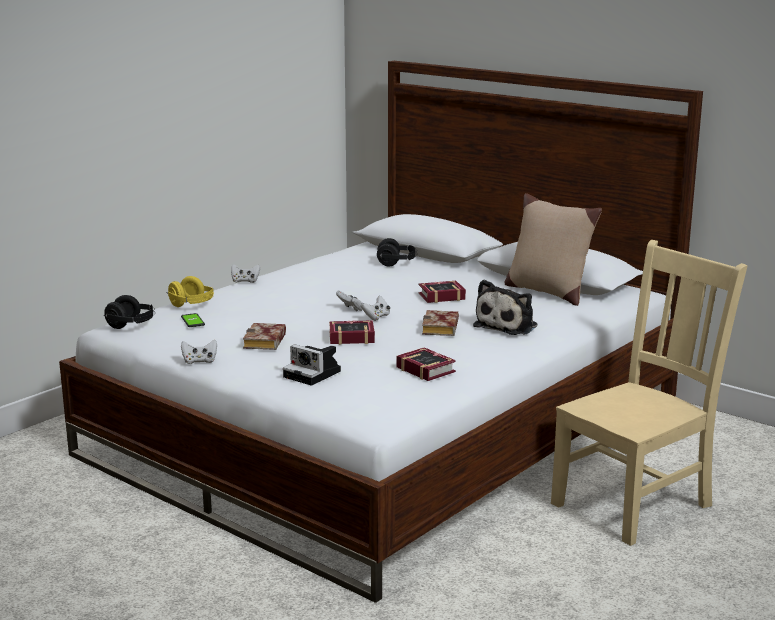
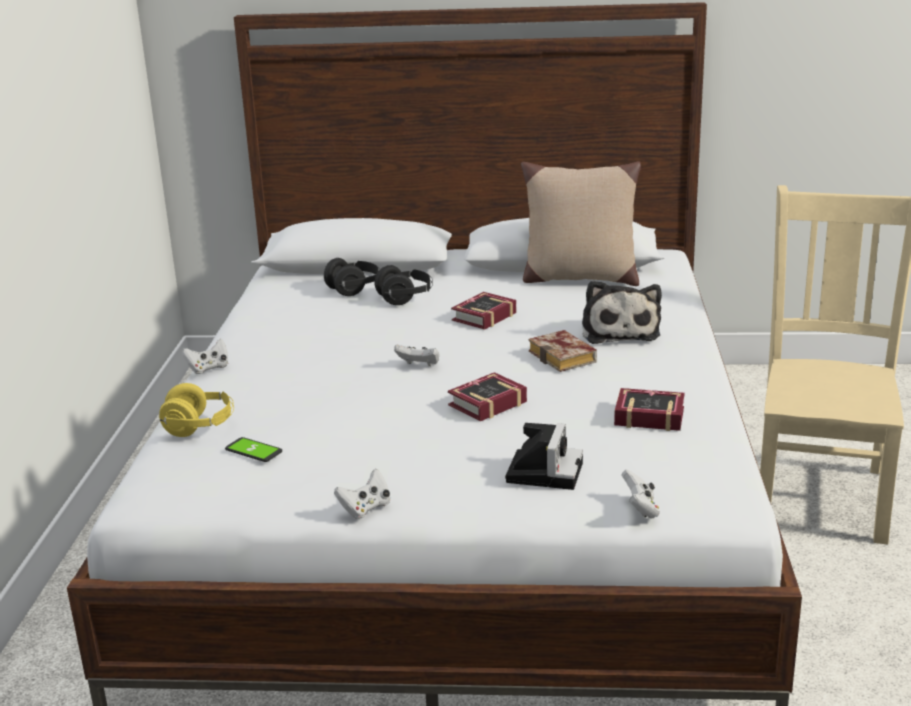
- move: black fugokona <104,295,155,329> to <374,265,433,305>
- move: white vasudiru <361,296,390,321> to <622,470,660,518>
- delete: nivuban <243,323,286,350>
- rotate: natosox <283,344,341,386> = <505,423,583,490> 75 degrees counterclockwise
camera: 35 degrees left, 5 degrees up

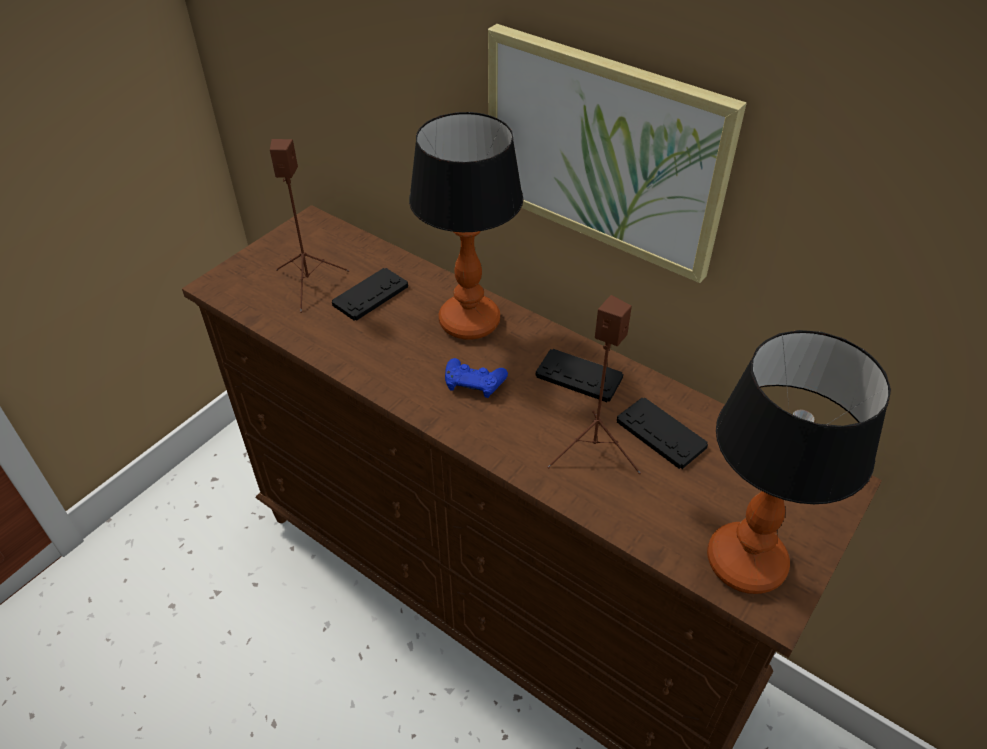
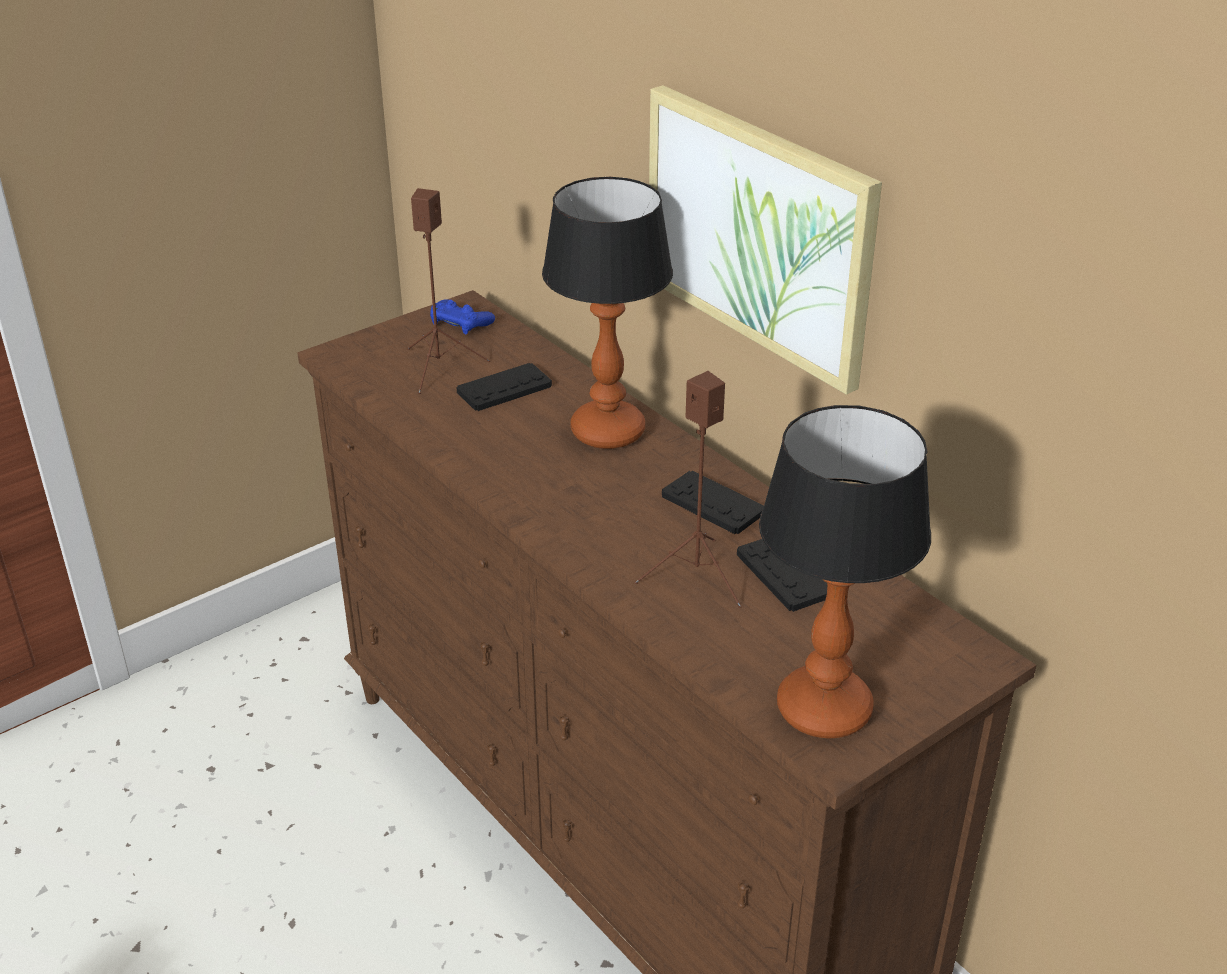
- move: blue vasudiru <445,358,508,398> to <430,299,495,334>
camera: 15 degrees right, 10 degrees down

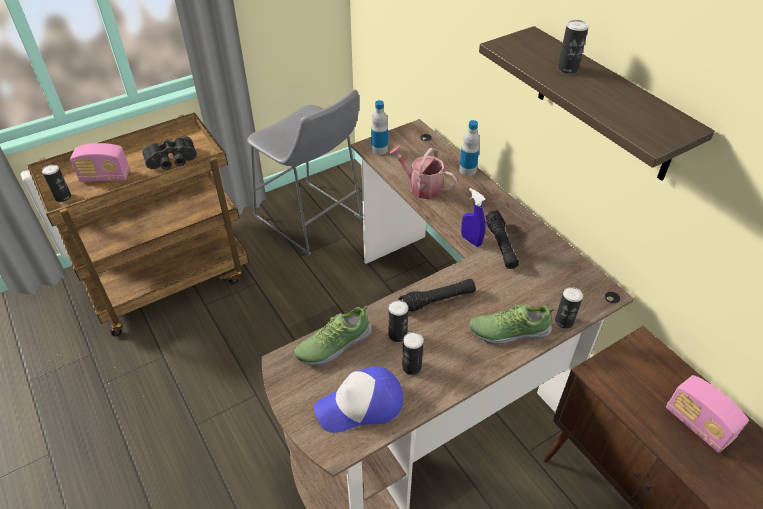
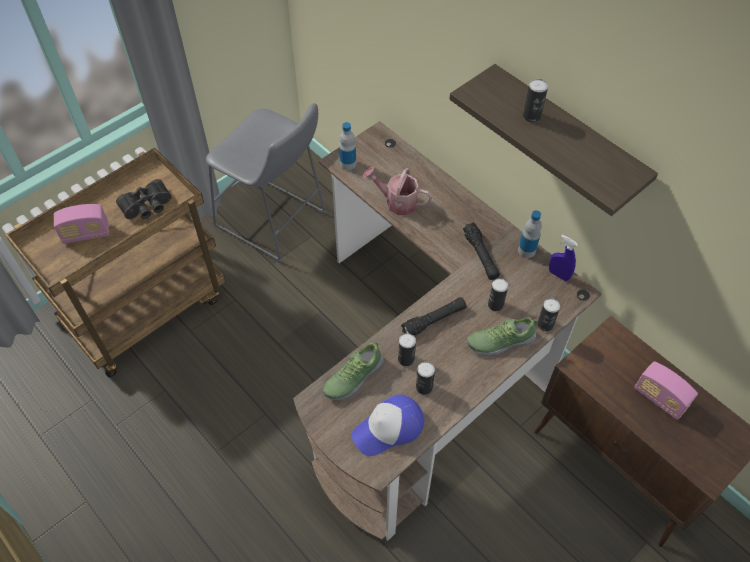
- move: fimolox <459,120,480,176> to <518,210,542,258>
- move: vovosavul <42,164,71,202> to <488,278,508,311>
- move: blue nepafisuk <461,188,486,247> to <549,235,578,281>
camera: 10 degrees left, 10 degrees up

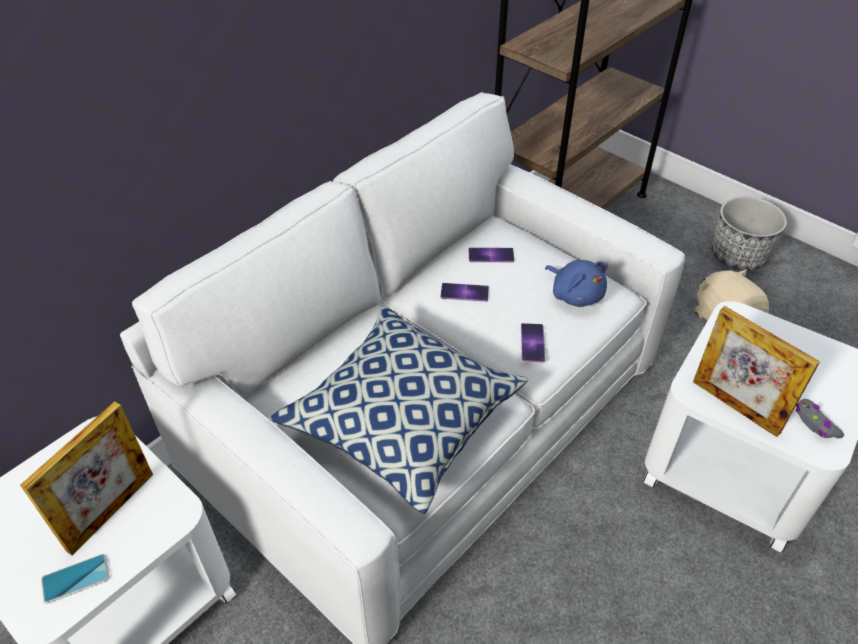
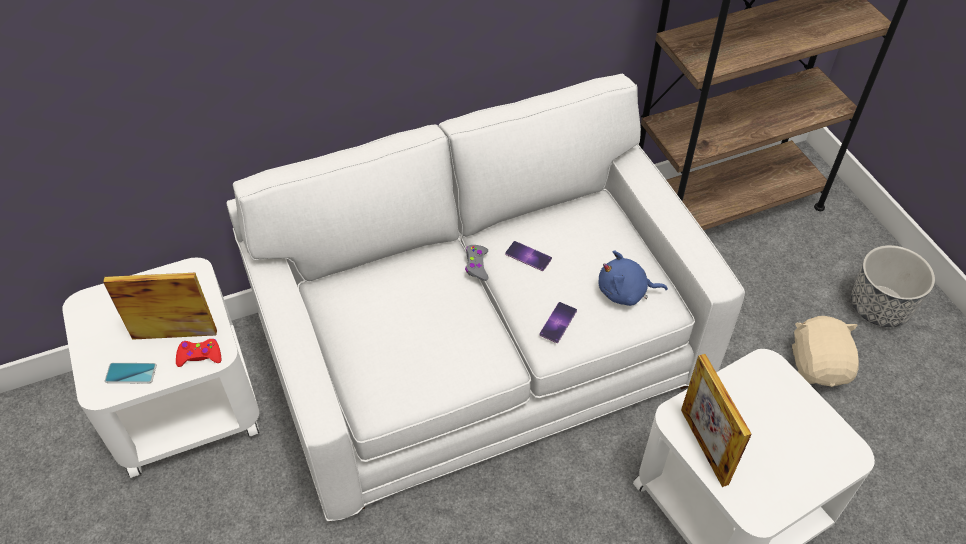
- delete: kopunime <469,247,514,262>
- rotate: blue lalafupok <545,260,608,307> = <598,250,668,306> 105 degrees clockwise
- delete: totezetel <270,306,528,514>
- move: grey vasudiru <796,399,844,438> to <465,245,488,281>
- rotate: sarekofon <20,401,153,556> = <103,273,217,340> 150 degrees counterclockwise
- insert: red vasudiru <176,339,221,367>
camera: 25 degrees right, 5 degrees up

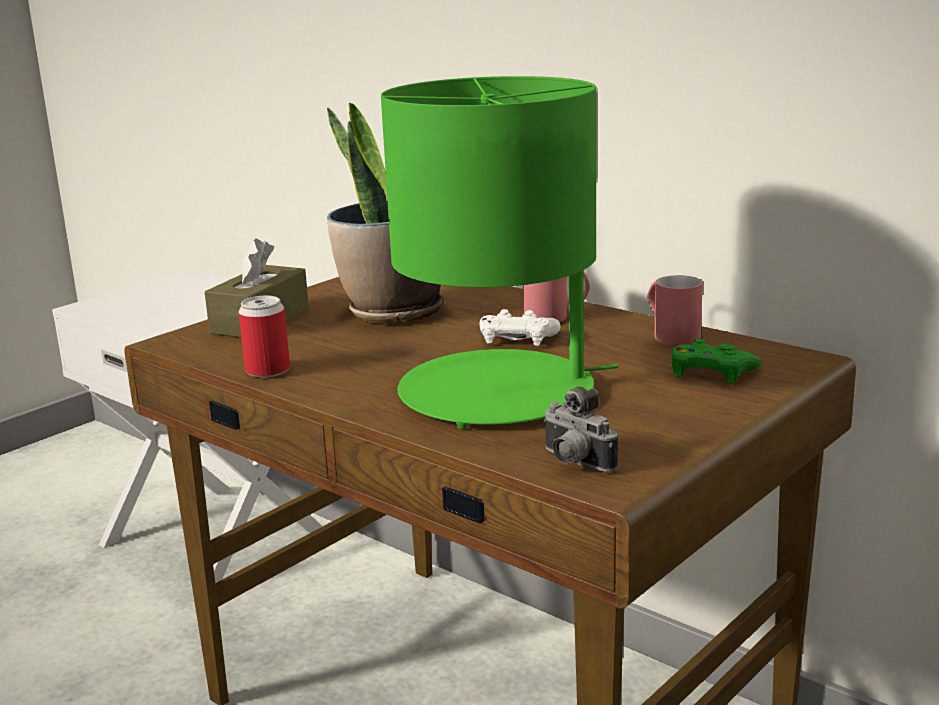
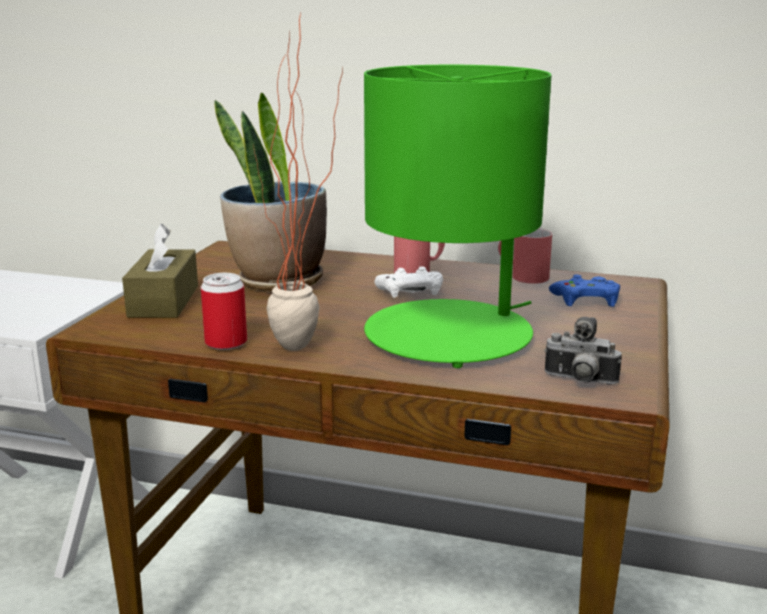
- recolor: green vasudiru <671,339,761,384> to blue vasudiru <549,275,620,307>
- insert: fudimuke <254,13,343,351>
camera: 25 degrees left, 0 degrees up

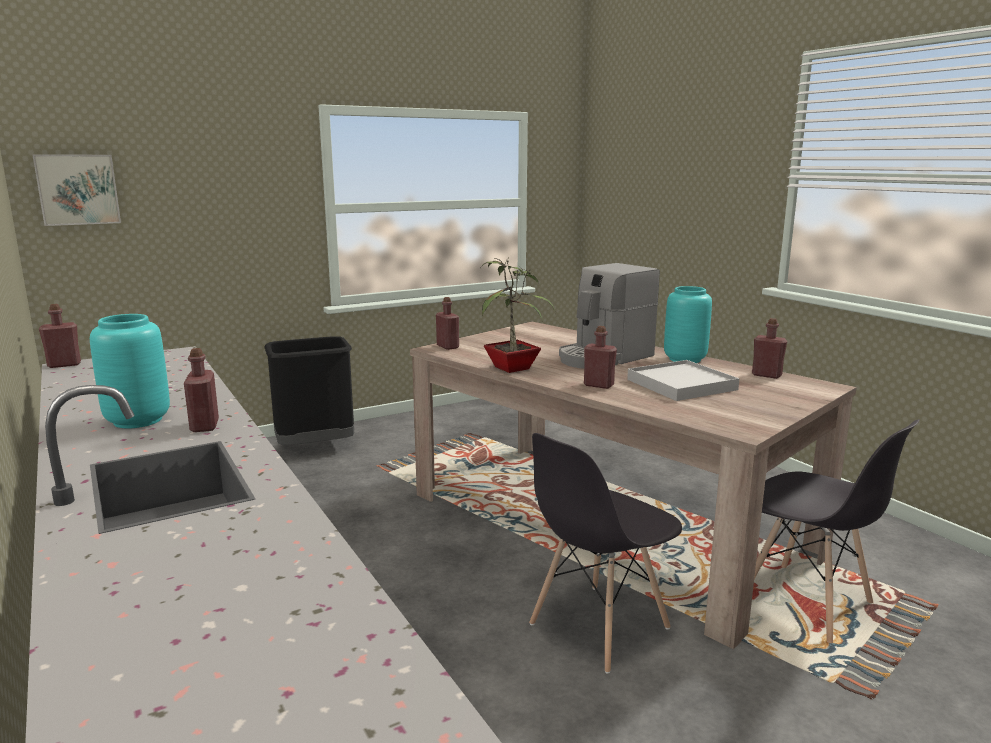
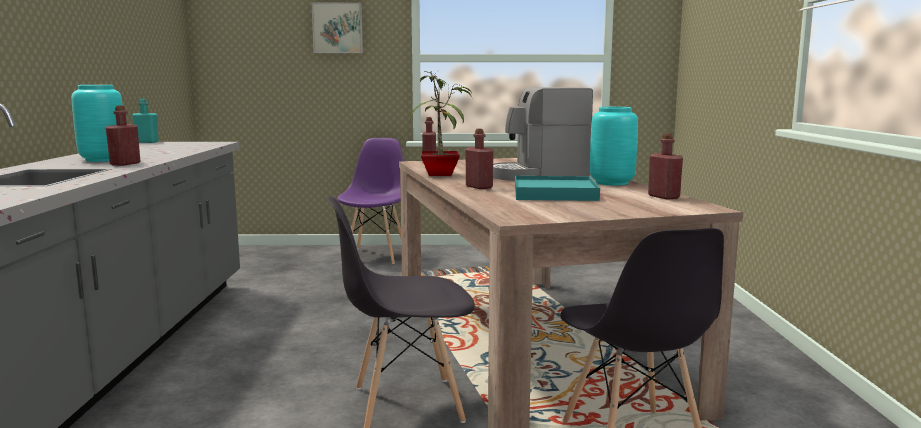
- move: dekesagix <32,154,121,226> to <312,3,363,53>
- recolor: red fimolox <39,304,81,368> to turquoise fimolox <132,99,159,143>
- replace: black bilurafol <264,336,354,445> to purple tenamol <337,138,403,264>
- recolor: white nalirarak <627,360,740,401> to turquoise nalirarak <515,176,600,201>
camera: 30 degrees right, 5 degrees down

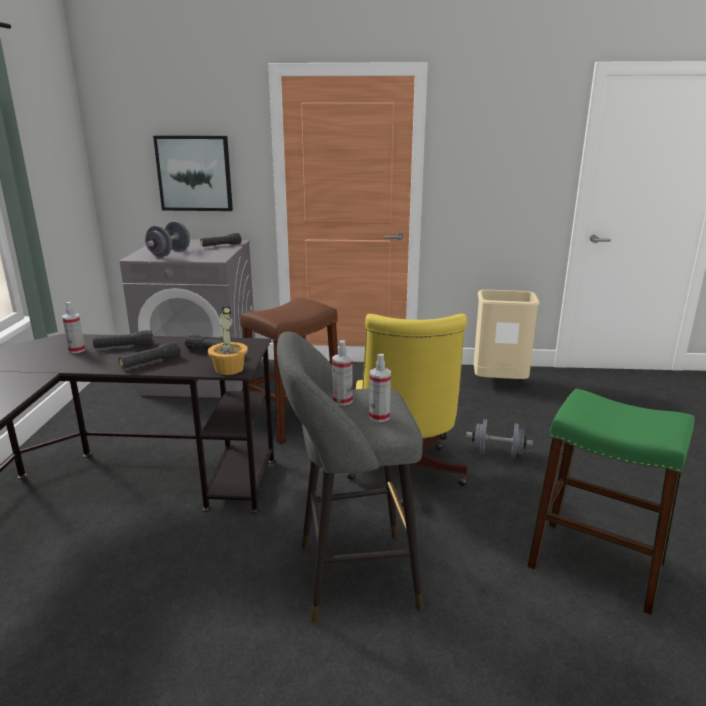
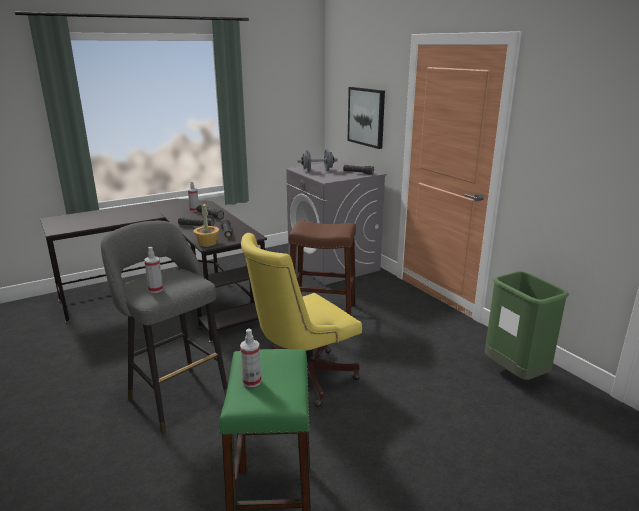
- recolor: beige bilurafol <474,290,540,379> to green bilurafol <485,271,569,380>
- move: nepafisuk <332,340,353,406> to <240,329,261,387>
- delete: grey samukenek <466,419,533,459>
camera: 55 degrees right, 0 degrees up

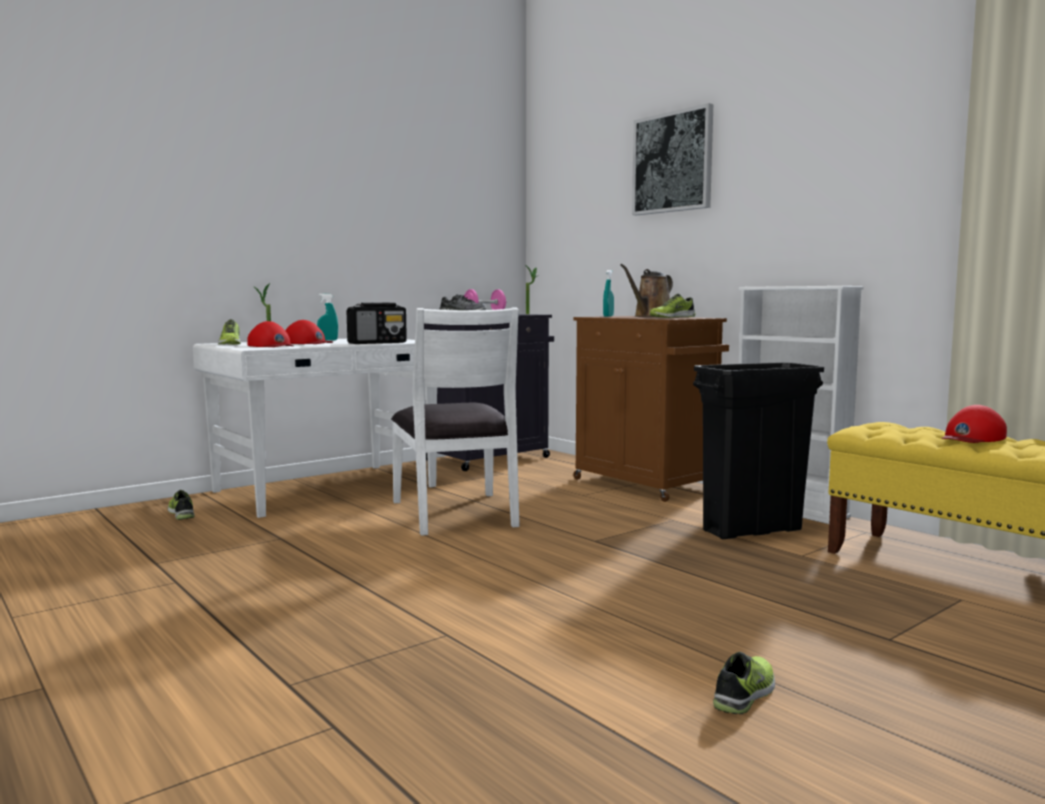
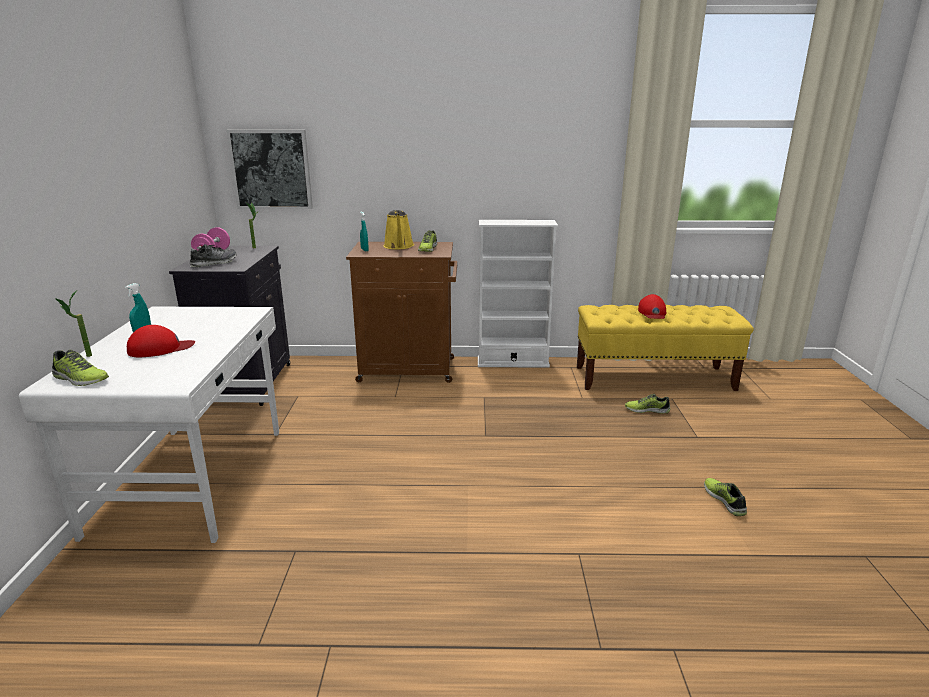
- move: dekesagix <632,103,713,215> to <226,130,313,209>
- recolor: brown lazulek <620,264,673,317> to yellow lazulek <384,210,414,249>
- delete: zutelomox <347,303,407,344>
- delete: white tenamol <391,308,520,536>
- delete: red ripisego <247,321,294,347>
- delete: black bilurafol <693,362,824,539>
- move: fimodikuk <168,490,195,520> to <625,394,670,414>
camera: 50 degrees left, 15 degrees up

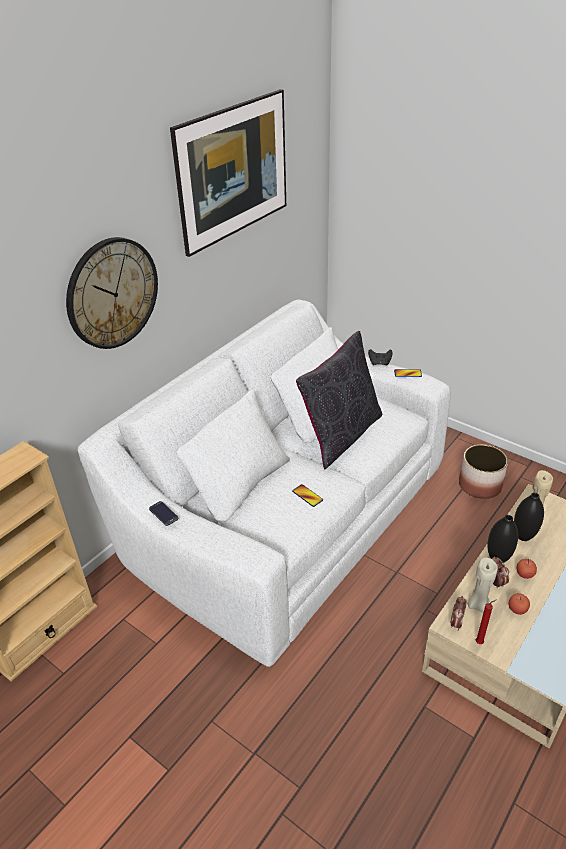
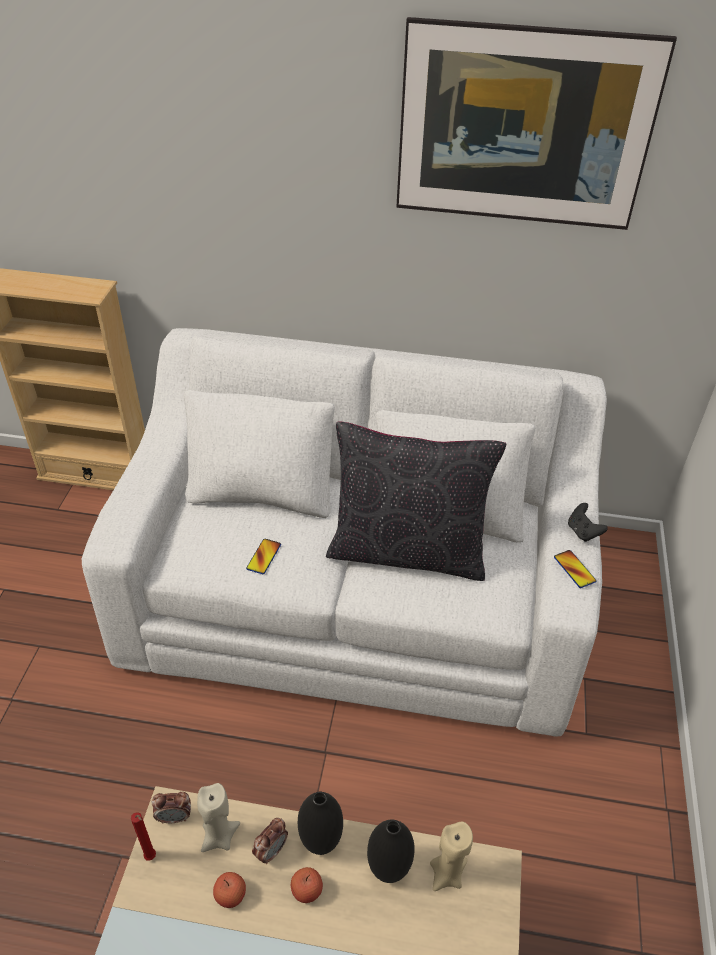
- delete: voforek <66,237,158,349>
- delete: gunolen <459,444,508,499>
- delete: kopunime <149,501,179,526>
camera: 60 degrees right, 5 degrees up

